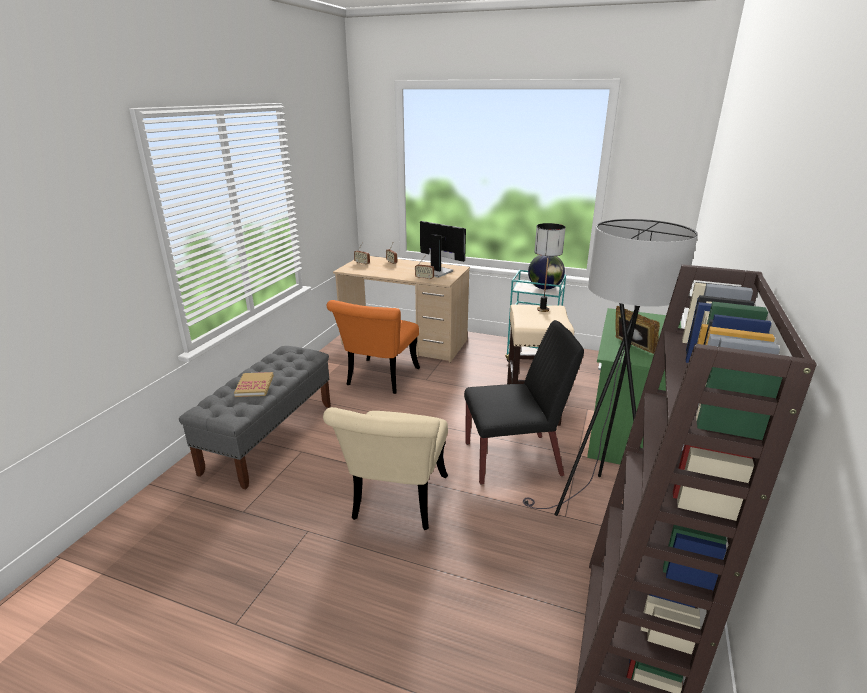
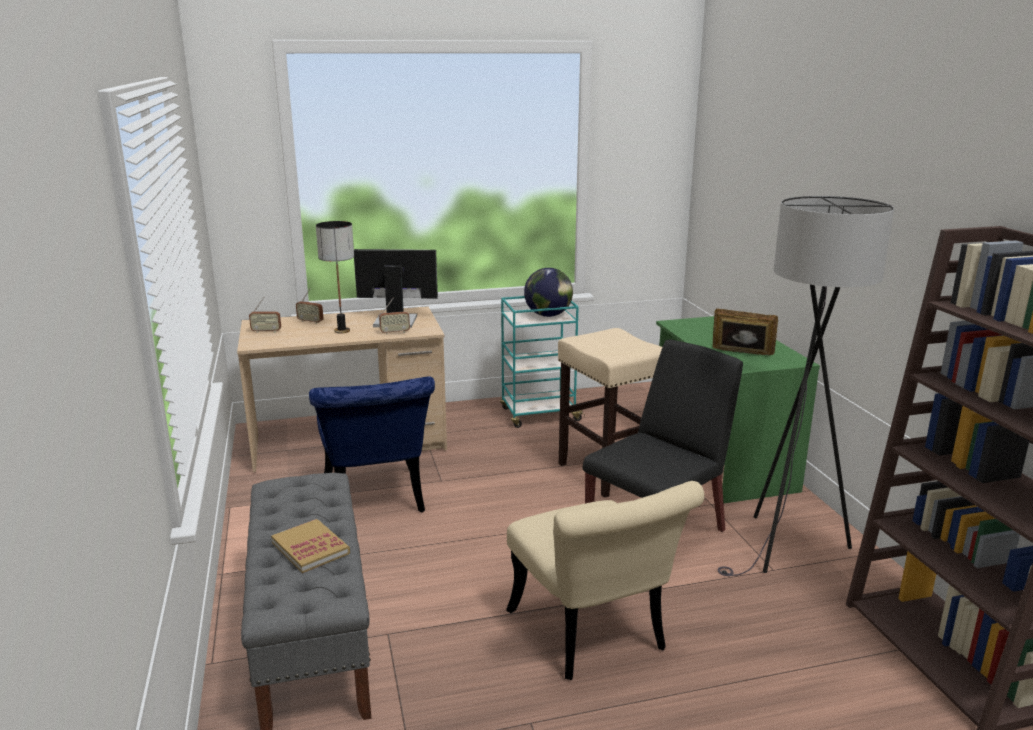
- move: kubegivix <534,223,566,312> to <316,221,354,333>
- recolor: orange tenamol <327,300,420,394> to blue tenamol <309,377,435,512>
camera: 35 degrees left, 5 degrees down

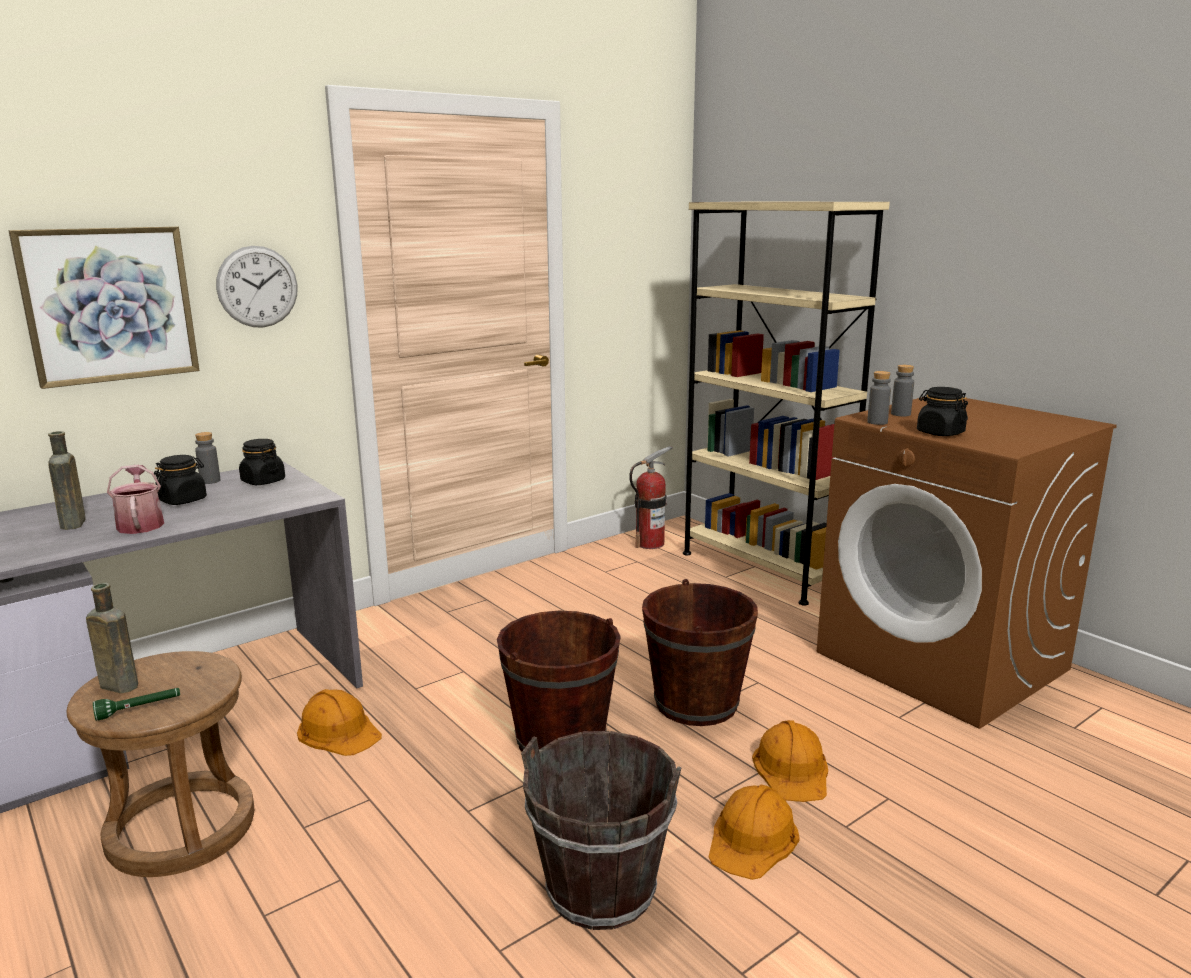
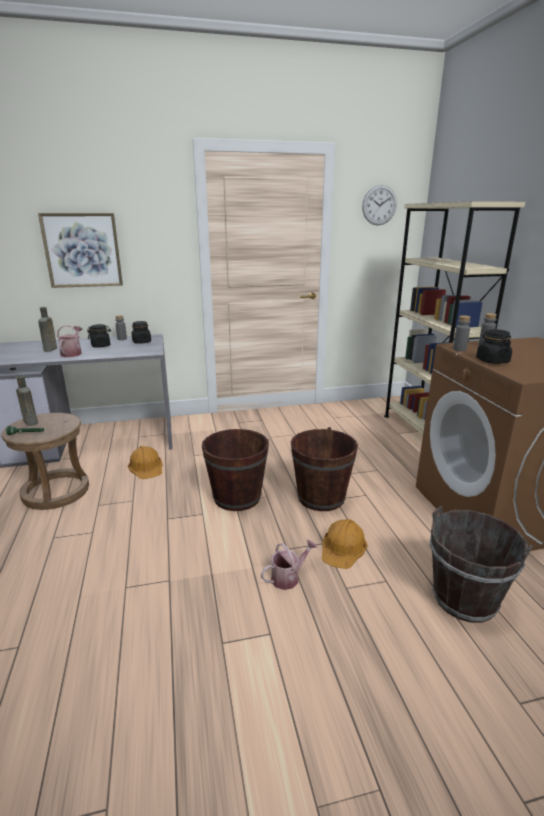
- move: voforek <216,246,297,328> to <362,185,397,225>
- delete: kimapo <629,446,673,549>
- move: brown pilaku <521,731,681,930> to <430,506,533,623>
- replace: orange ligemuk <709,785,799,880> to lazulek <261,540,317,590>
camera: 25 degrees right, 5 degrees up

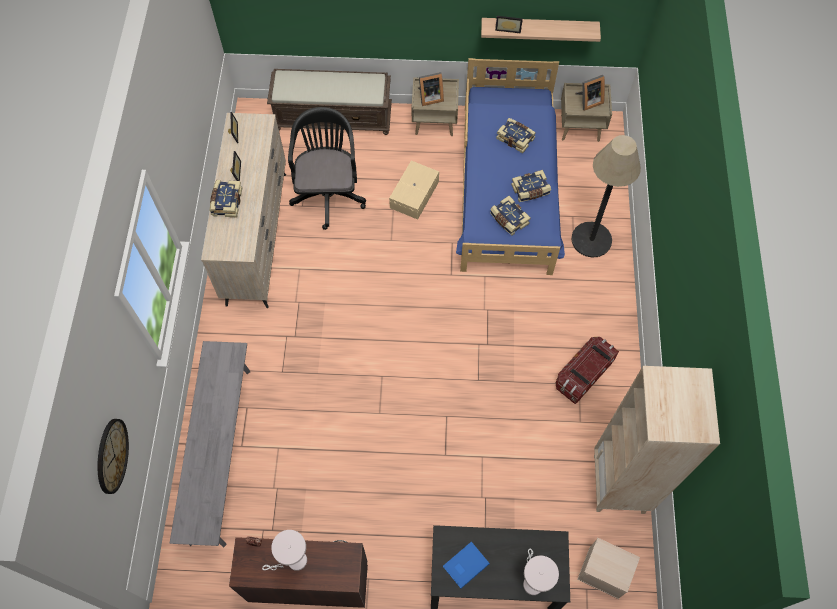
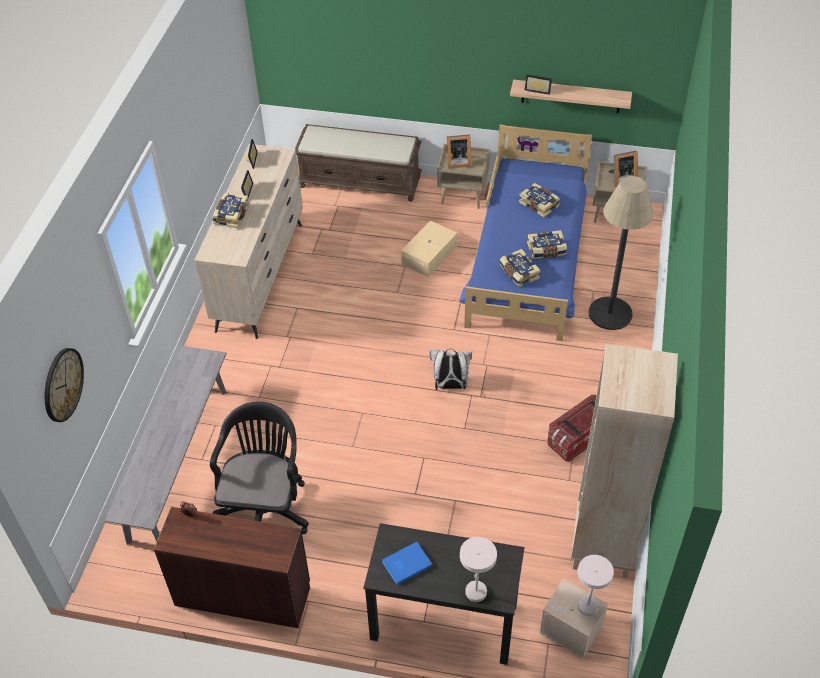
- move: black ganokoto <288,107,366,230> to <210,402,309,534>
- move: white kubegivix <262,530,307,571> to <551,555,614,616>
- insert: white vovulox <429,349,472,390>
camera: 10 degrees right, 15 degrees down

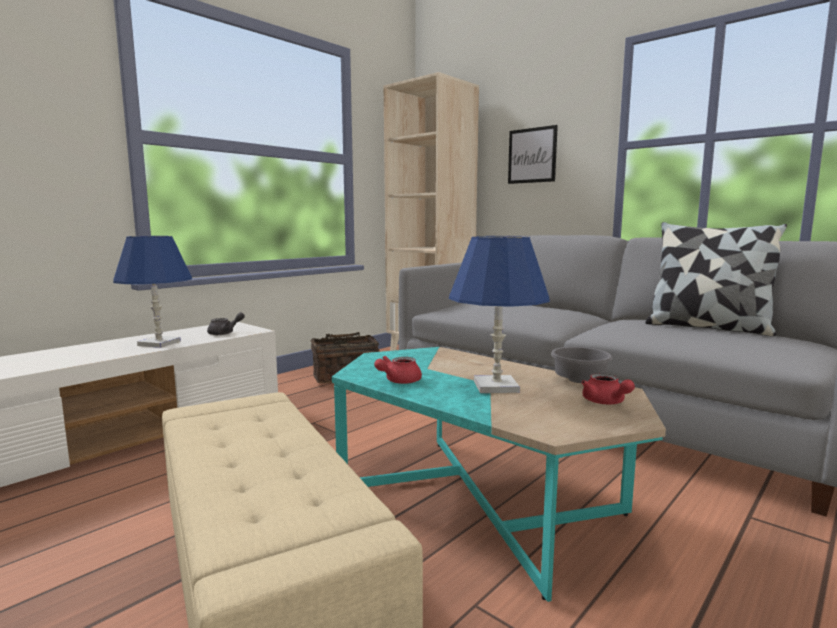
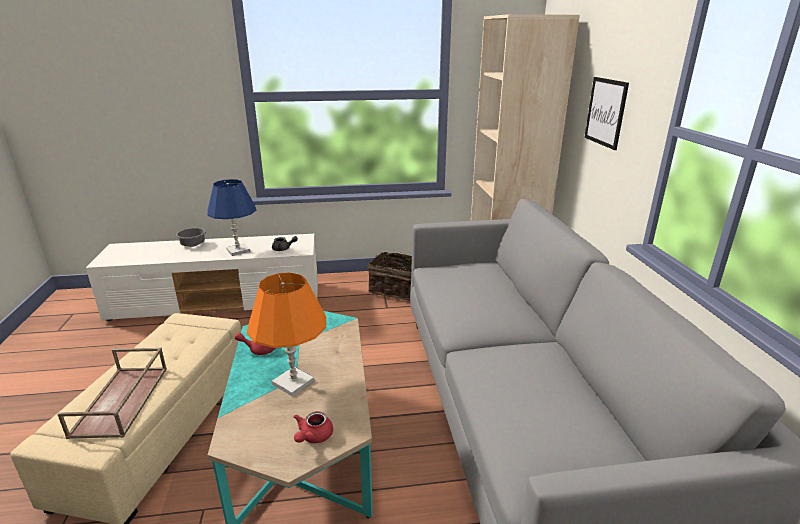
- delete: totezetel <645,222,787,336>
- recolor: blue kubegivix <449,236,550,393> to orange kubegivix <247,272,326,396>
- move: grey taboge <551,347,612,383> to <176,228,206,247>
- insert: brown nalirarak <57,348,167,439>
camera: 40 degrees right, 15 degrees up

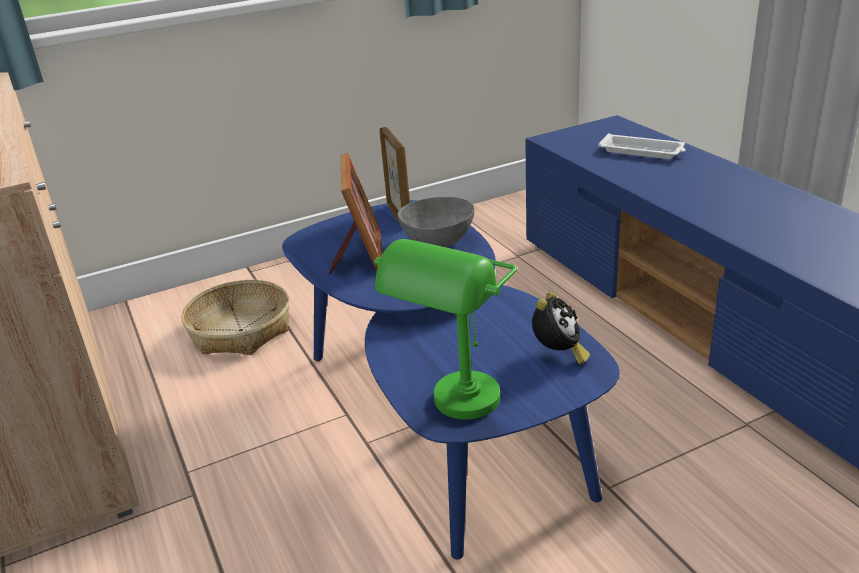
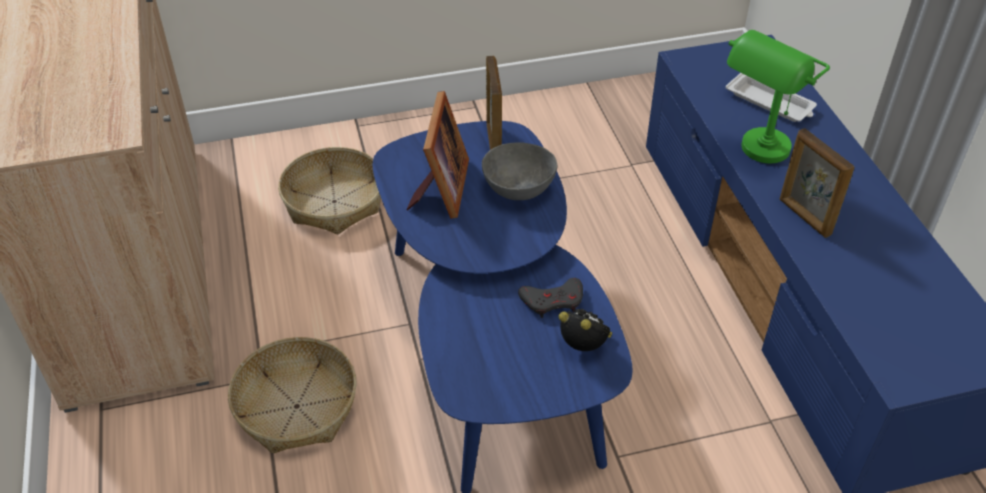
- move: green kubegivix <374,239,517,420> to <727,30,830,164>
- rotate: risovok <532,292,590,364> = <559,308,613,351> 90 degrees counterclockwise
- insert: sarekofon <780,128,855,238>
- insert: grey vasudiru <518,278,583,318>
- insert: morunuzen <228,337,357,453>
camera: 10 degrees right, 15 degrees up

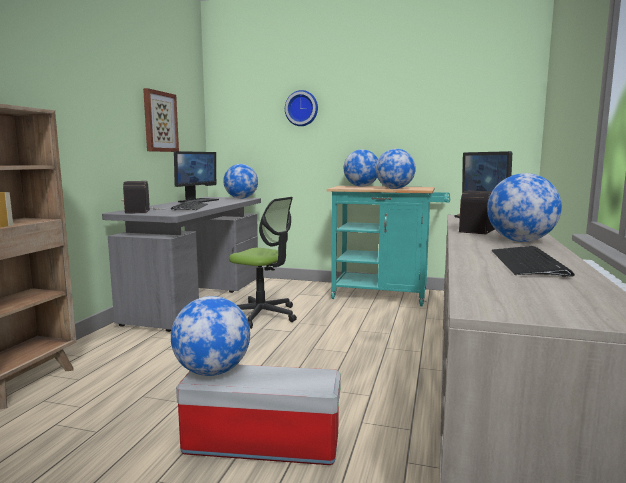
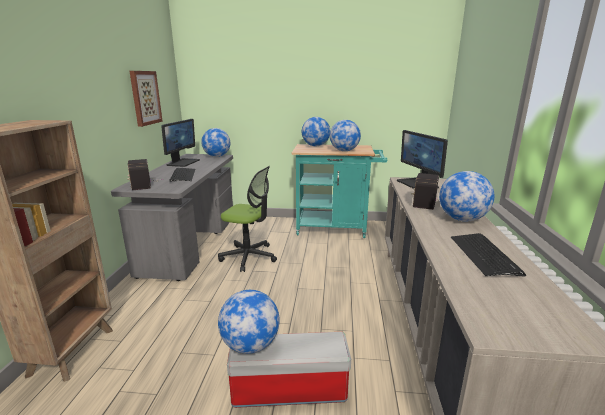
- delete: voforek <285,90,318,126>
camera: 10 degrees left, 10 degrees up

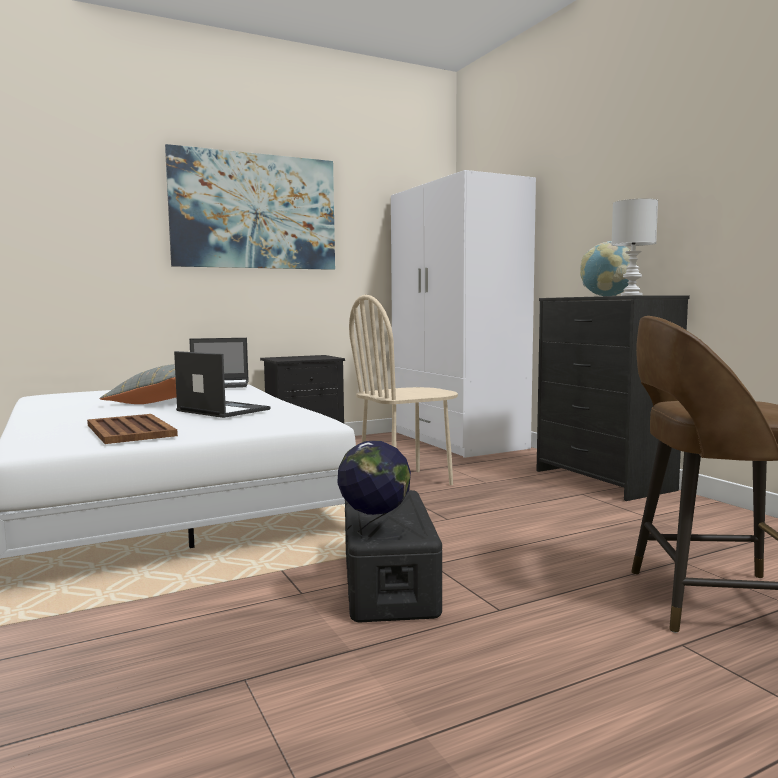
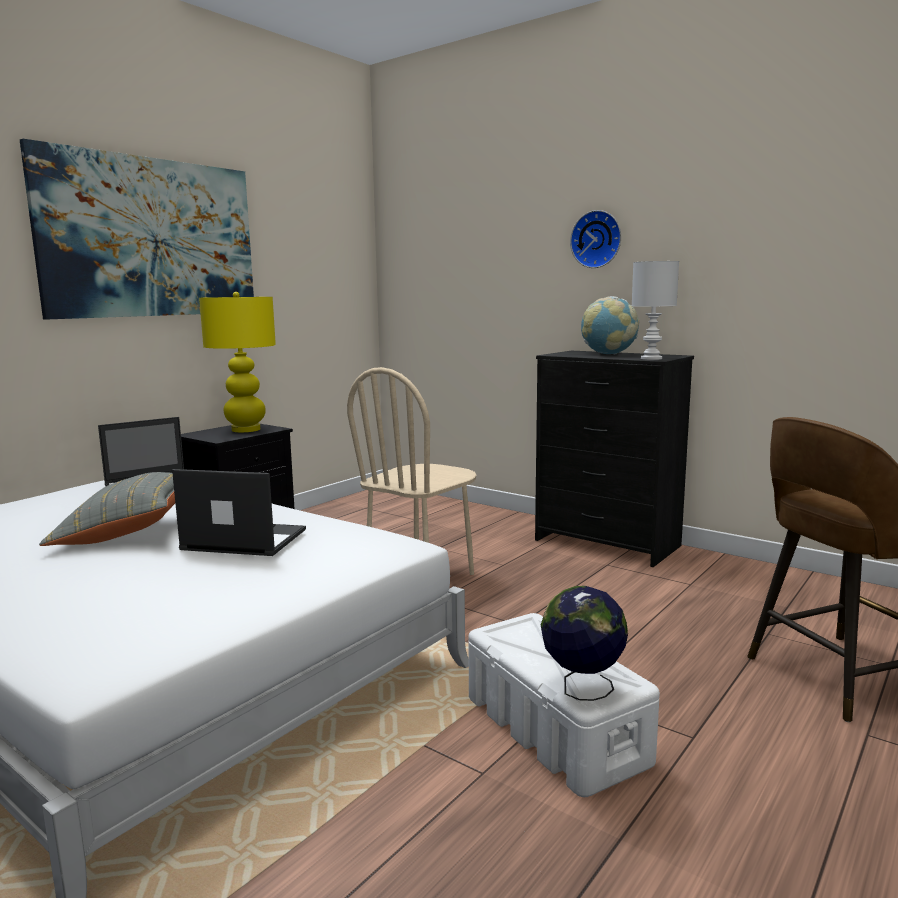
- delete: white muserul <391,170,536,458>
- delete: brown nalirarak <87,414,178,444>
- recolor: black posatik <345,490,442,622> to white posatik <468,613,660,797>
- insert: voforek <570,210,621,268>
- insert: yellow kubegivix <199,292,276,432>
camera: 25 degrees left, 5 degrees up

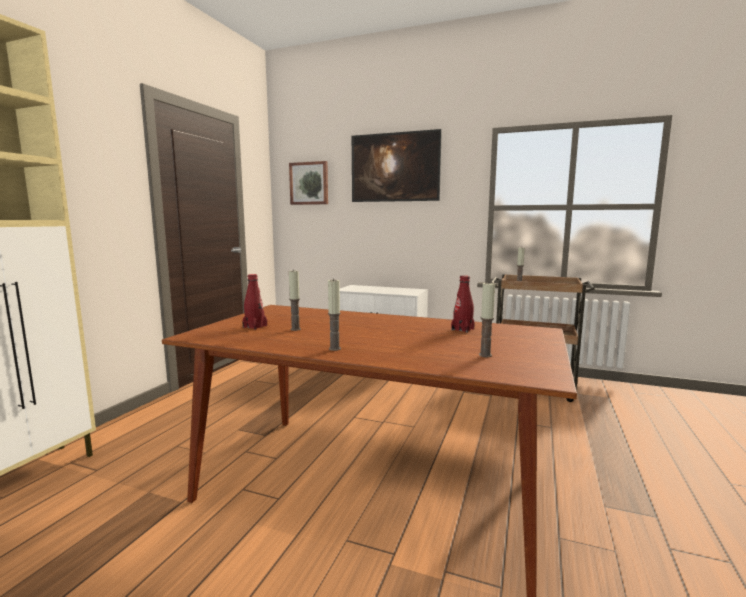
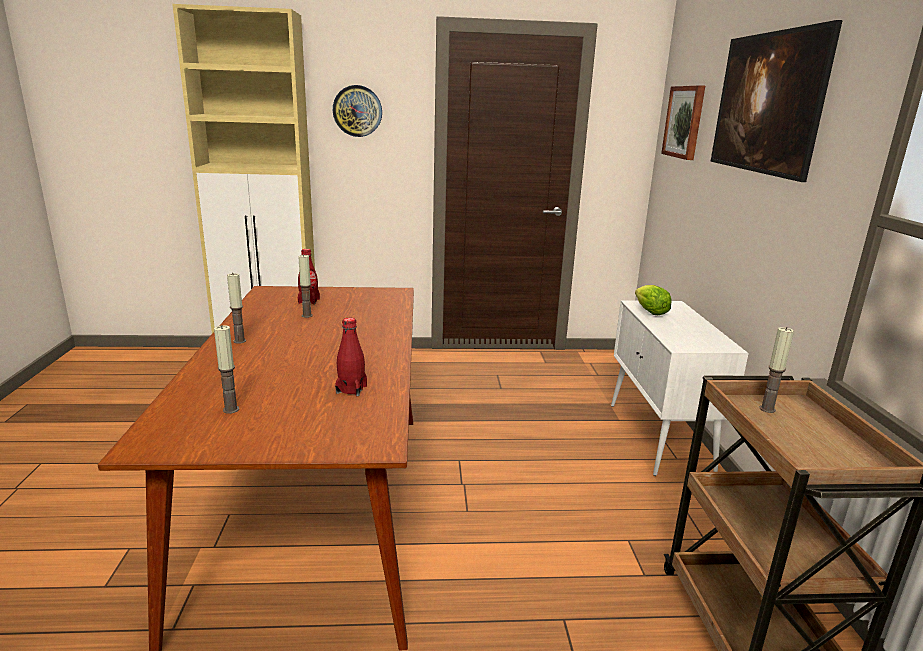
- insert: voforek <333,85,382,137>
- insert: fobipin <635,285,672,315>
camera: 65 degrees right, 10 degrees up

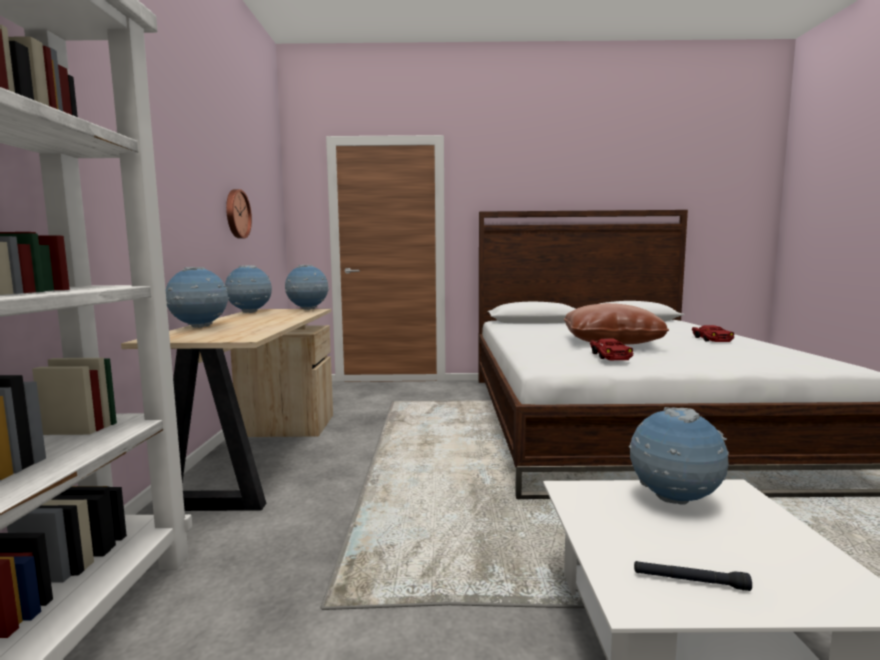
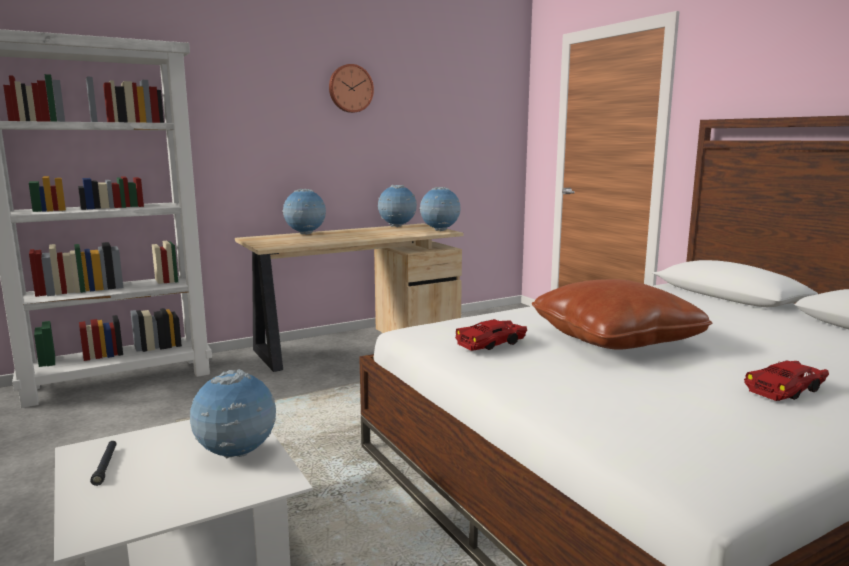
- move: voforek <226,189,252,238> to <329,64,374,113>
camera: 60 degrees right, 5 degrees up

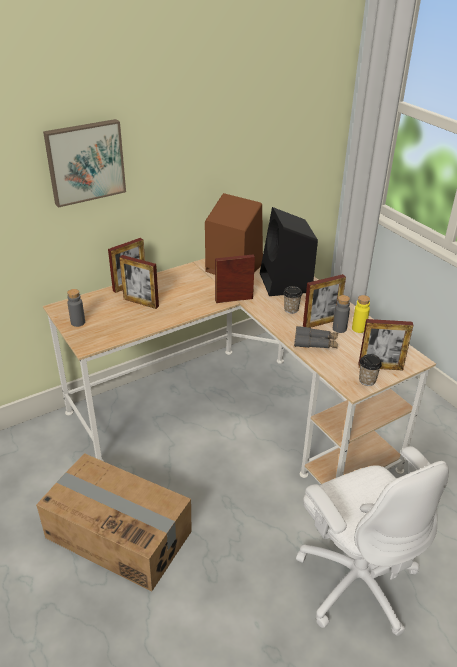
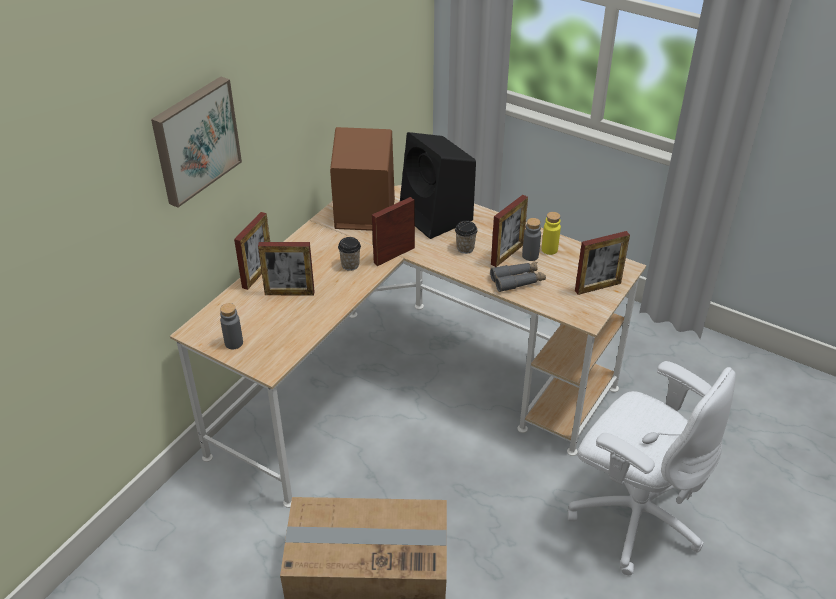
- move: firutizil <359,354,382,386> to <338,237,361,271>
camera: 25 degrees left, 5 degrees up

